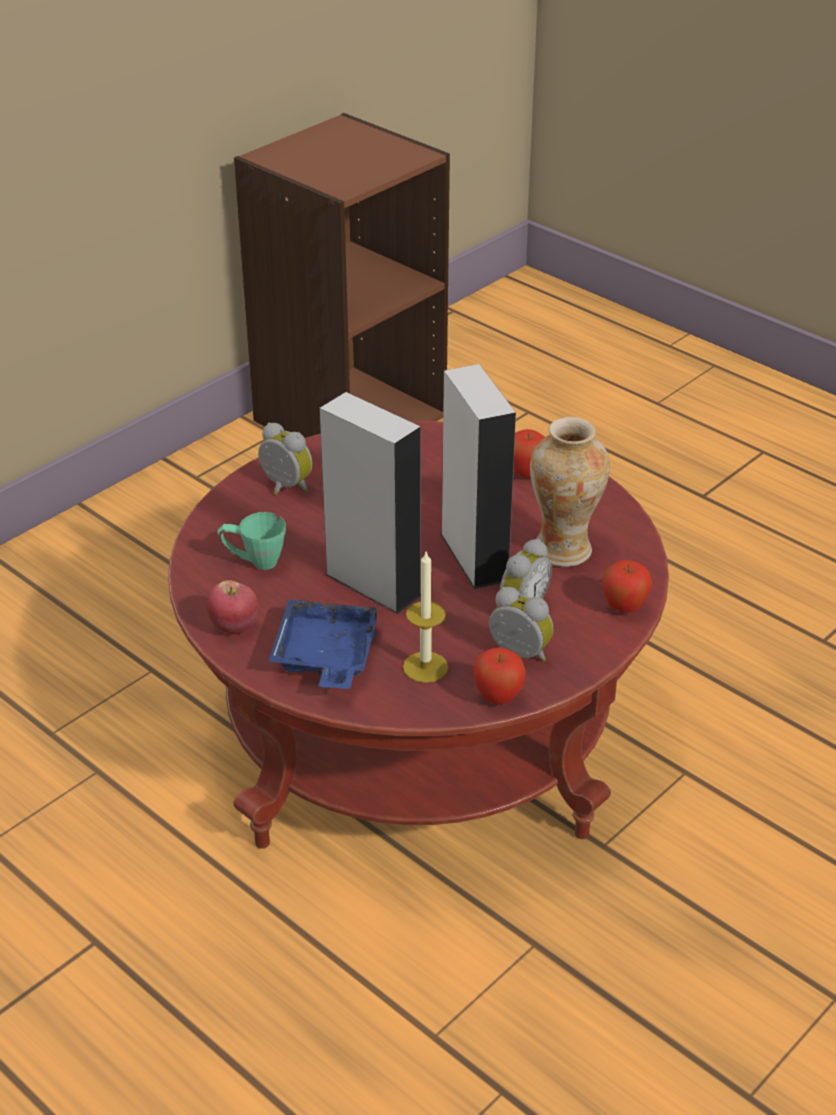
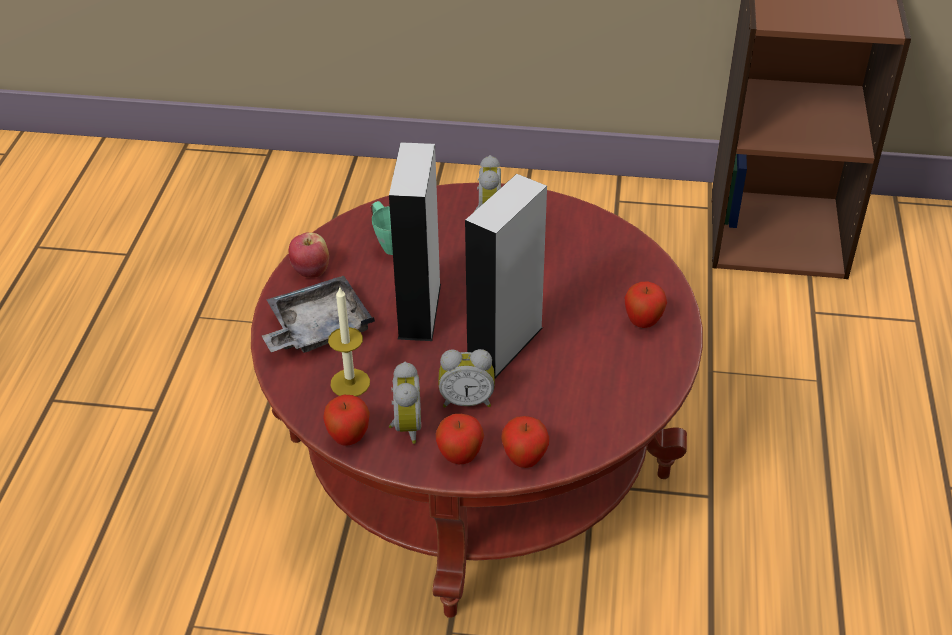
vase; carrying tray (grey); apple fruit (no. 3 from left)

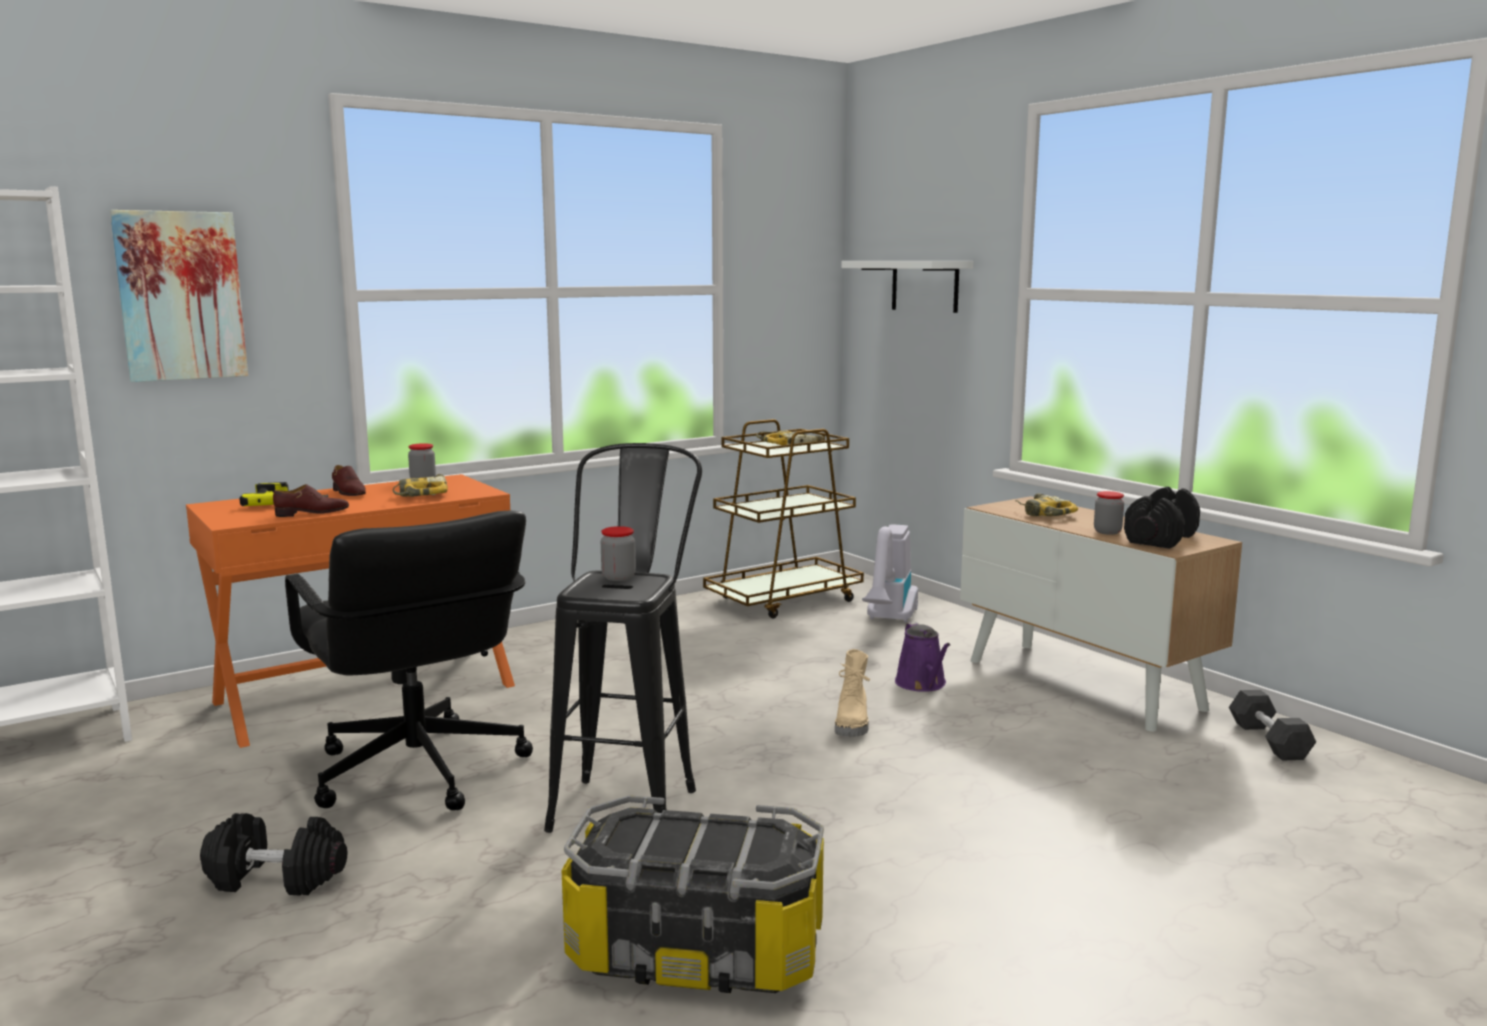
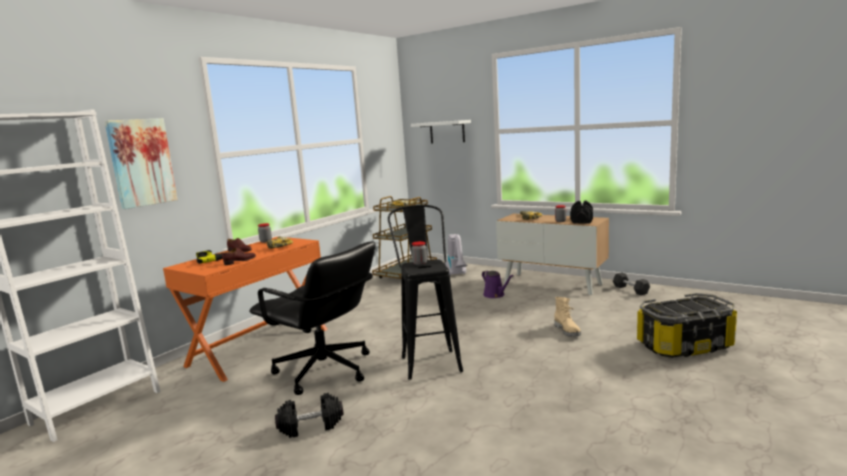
tall boot (sand-coloured); storage box

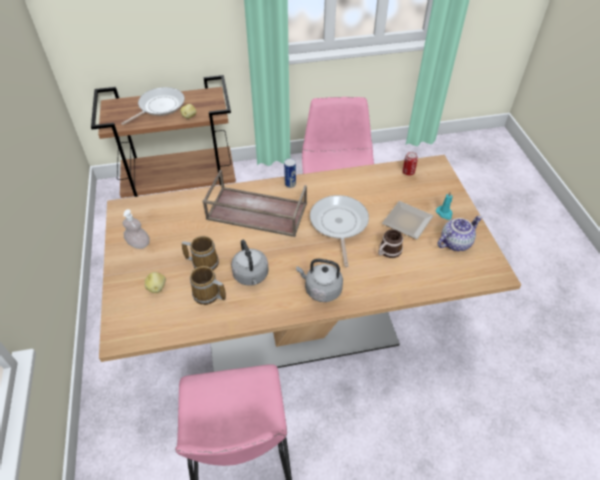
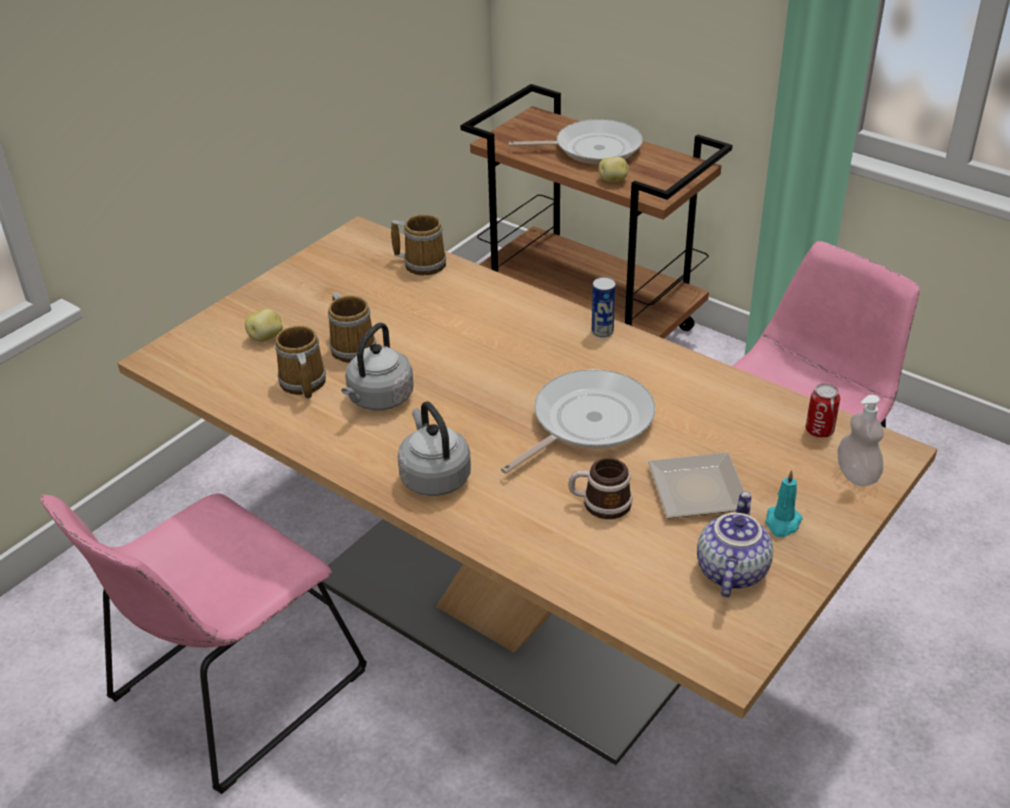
carrying tray (brown-coloured); soap bottle; pot for tea; coffee mug (no. 3 from left)

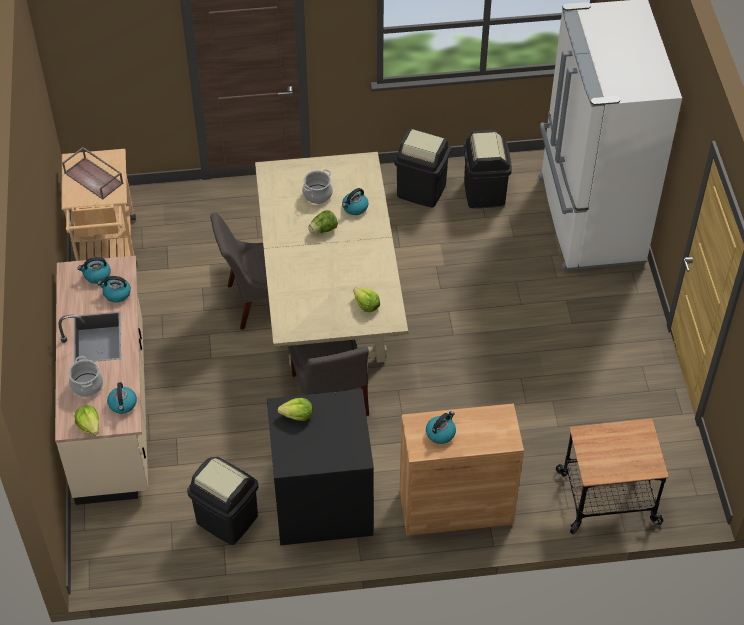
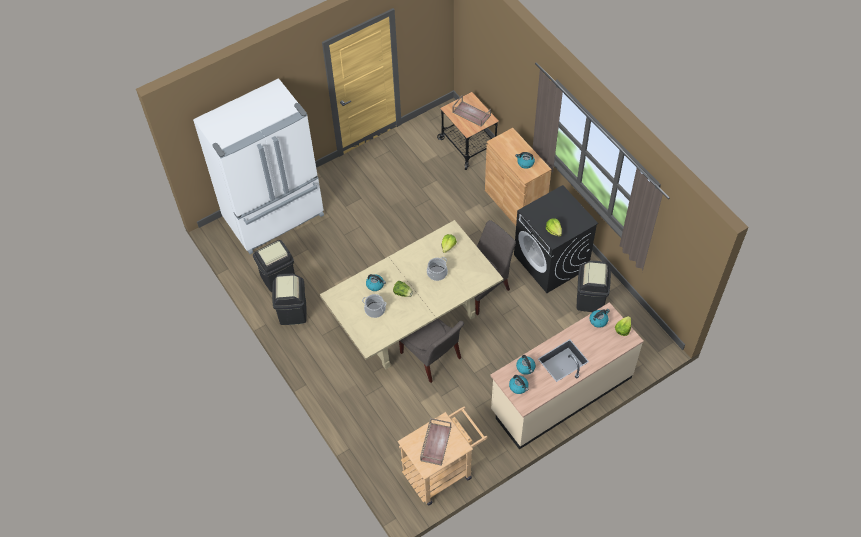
cooking pot (no. 2 from left); carrying tray (brown-coloured) (no. 2 from left)

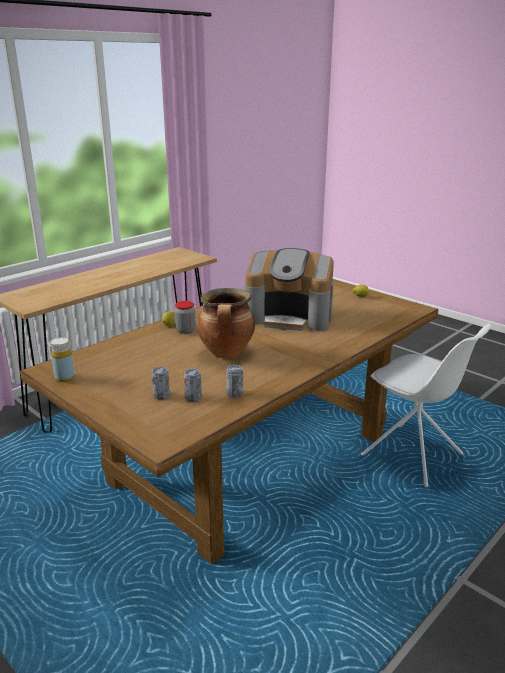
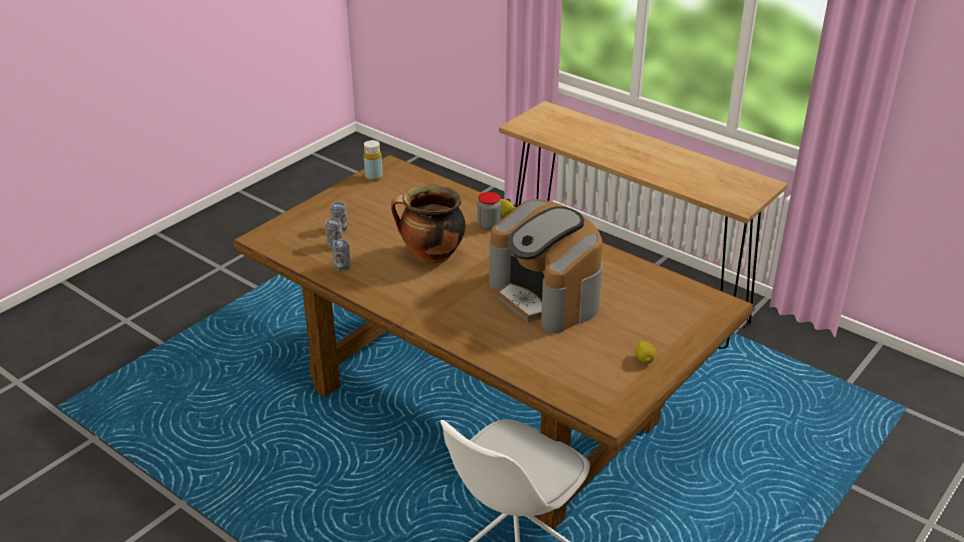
coffee brewer

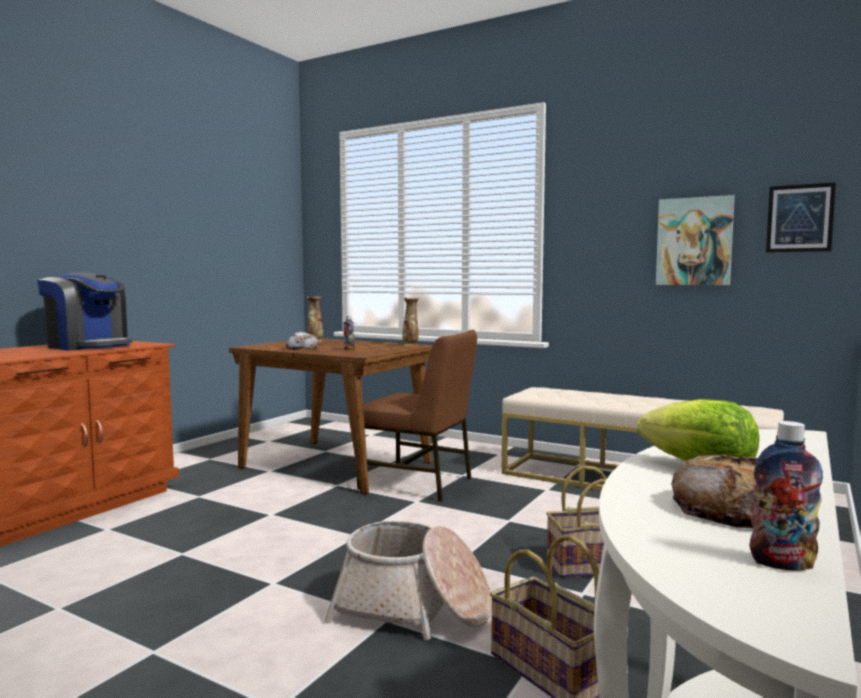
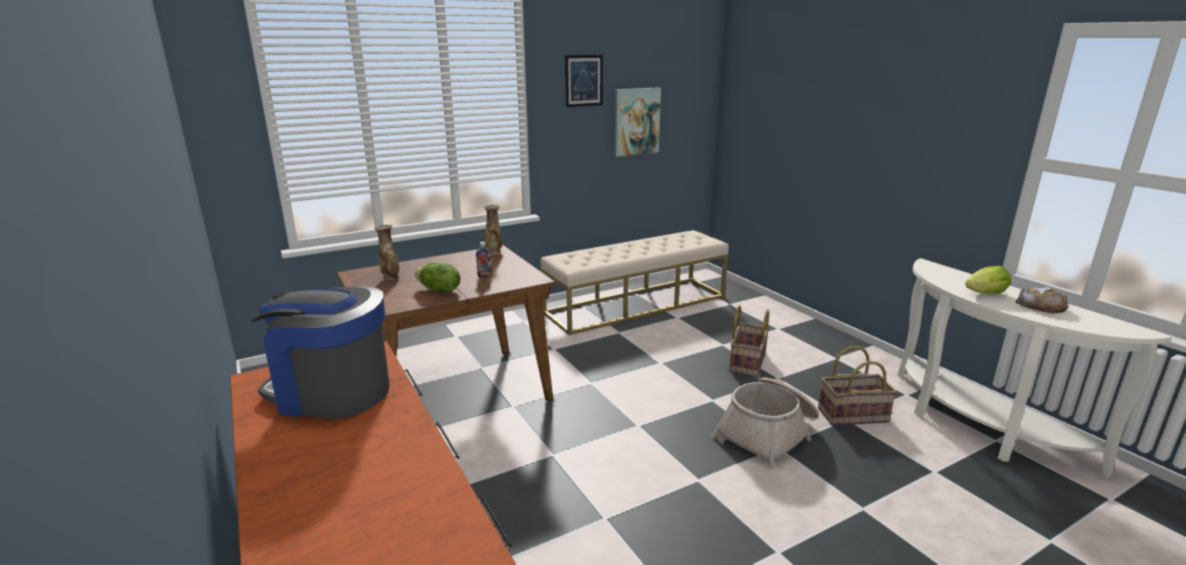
wall picture (no. 1 from left); coffee brewer; upright chair (brown-coloured); lettuce head (no. 1 from left); bottle (no. 2 from left in the first image)

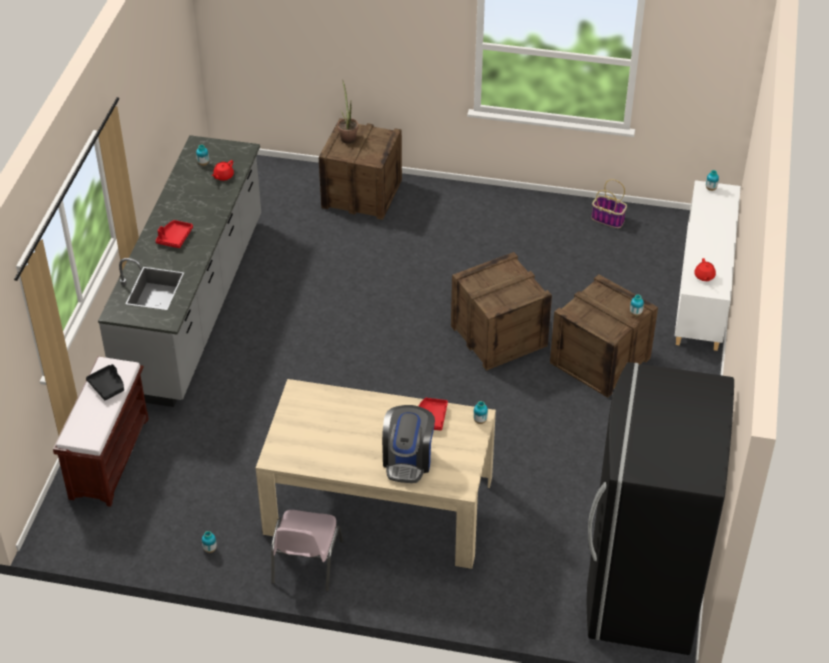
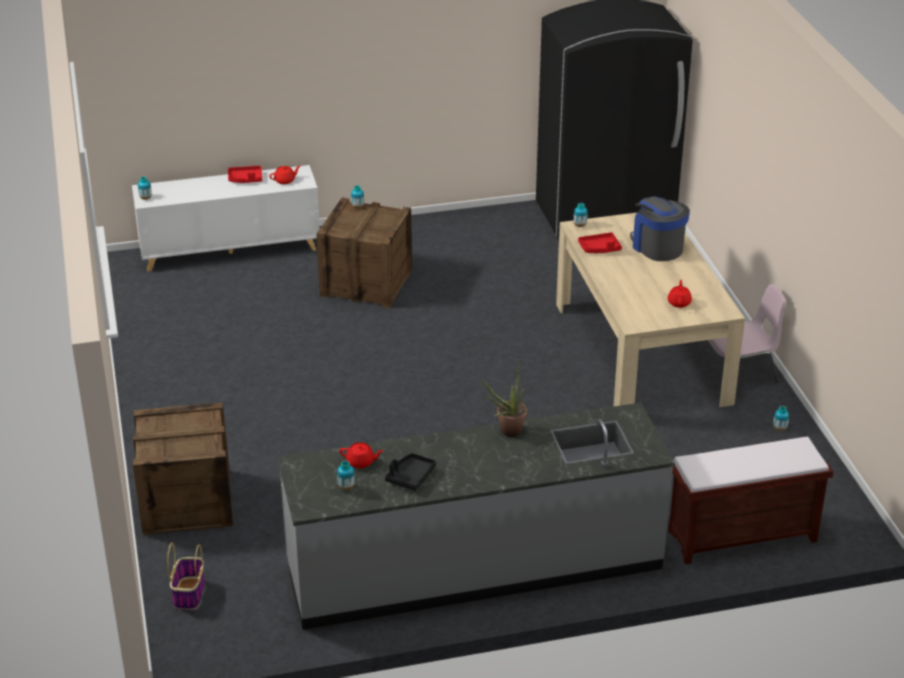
plant in a pot; storage basket; carrying tray (red) (no. 1 from left); shipping crate (no. 2 from left in the first image); carrying tray (blackish); coffee brewer; pot for tea (red) (no. 3 from left)

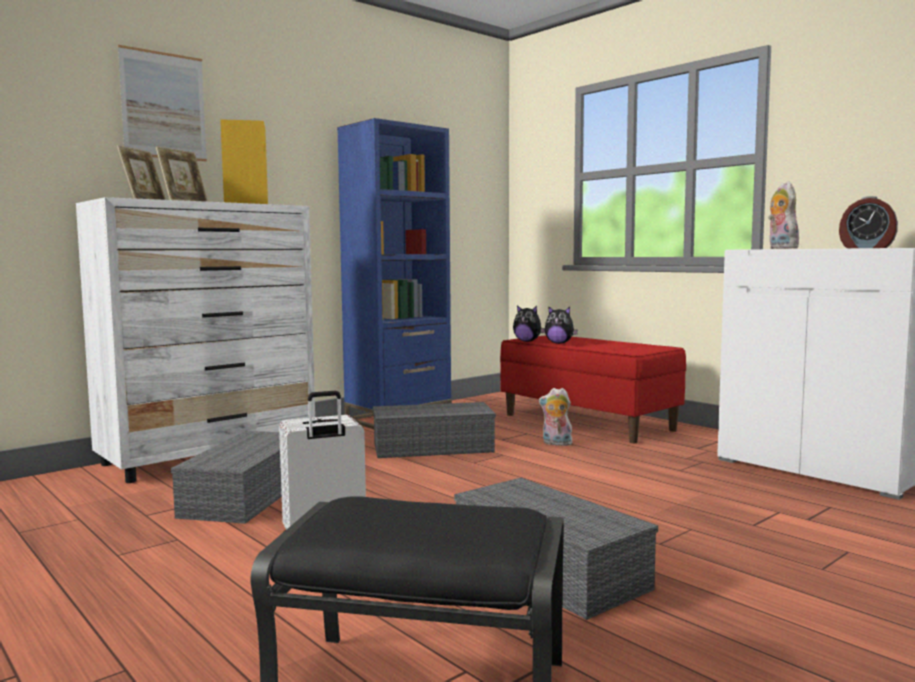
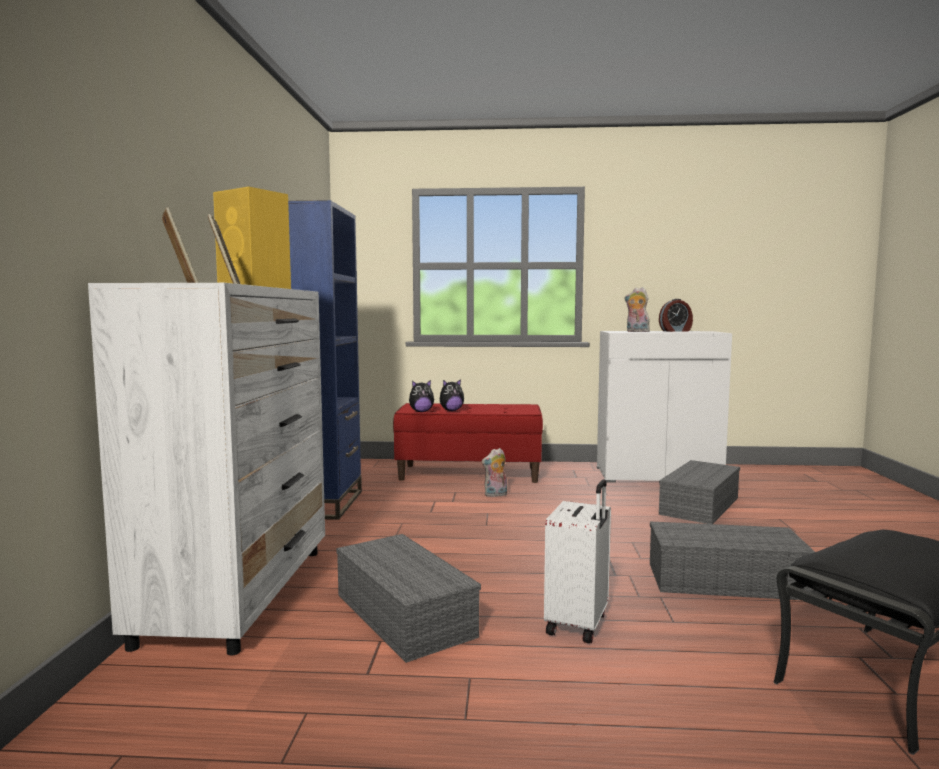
wall picture; storage box (grey) (no. 2 from left)

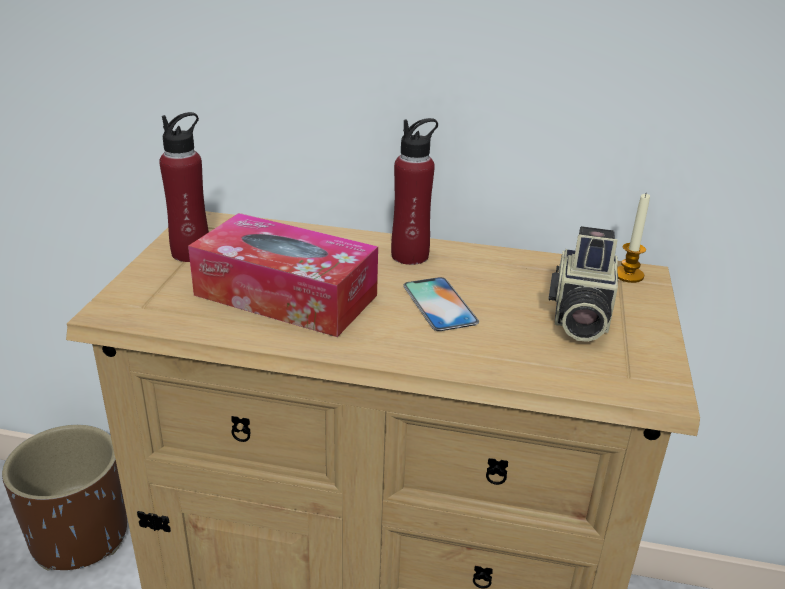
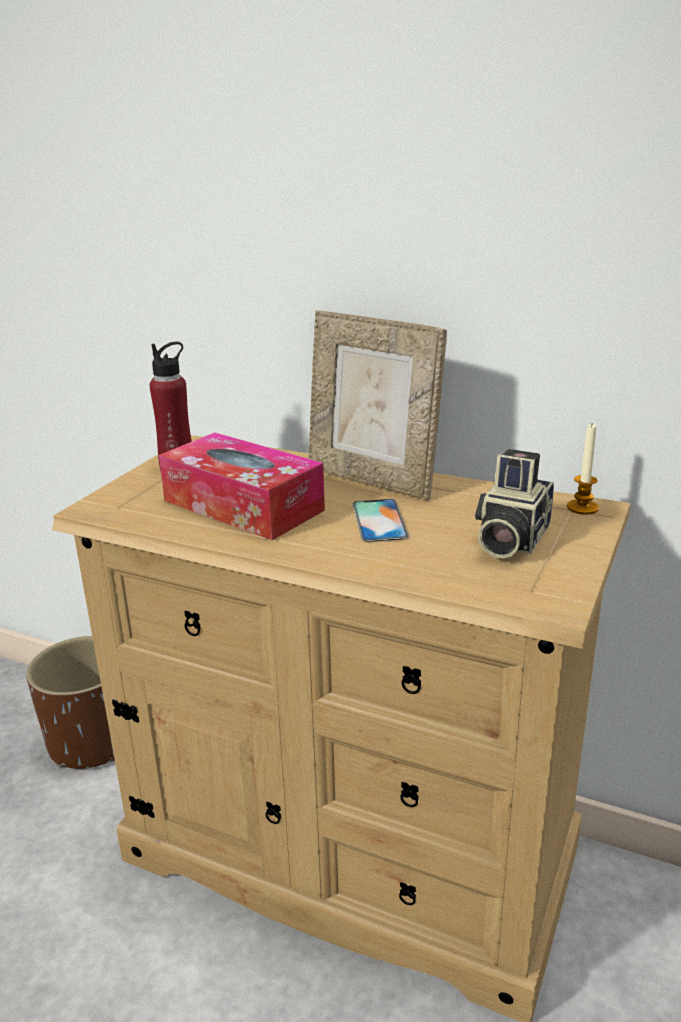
photo frame

